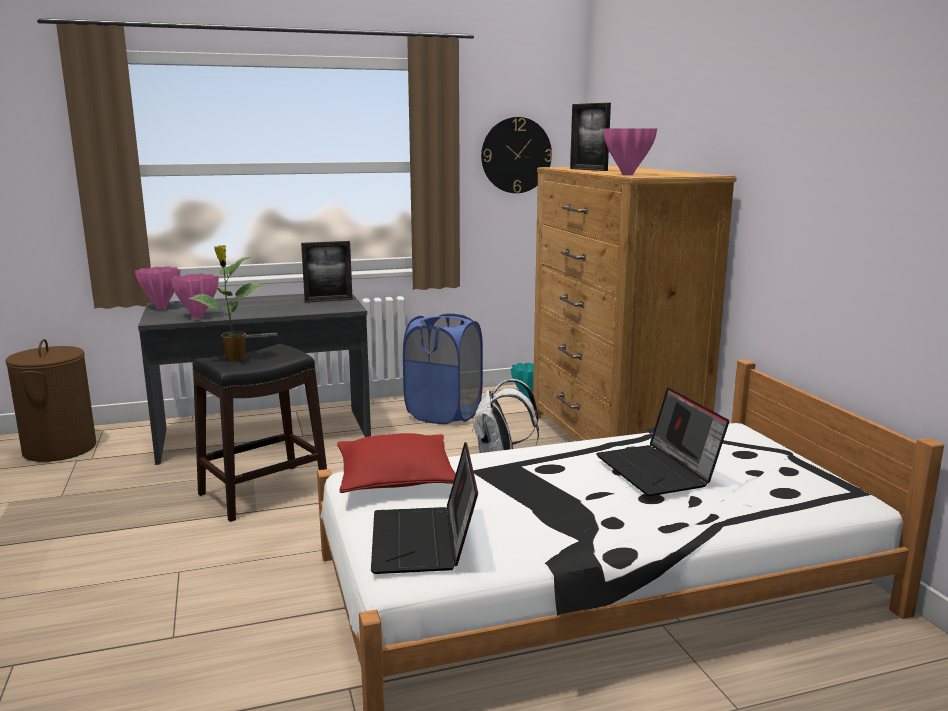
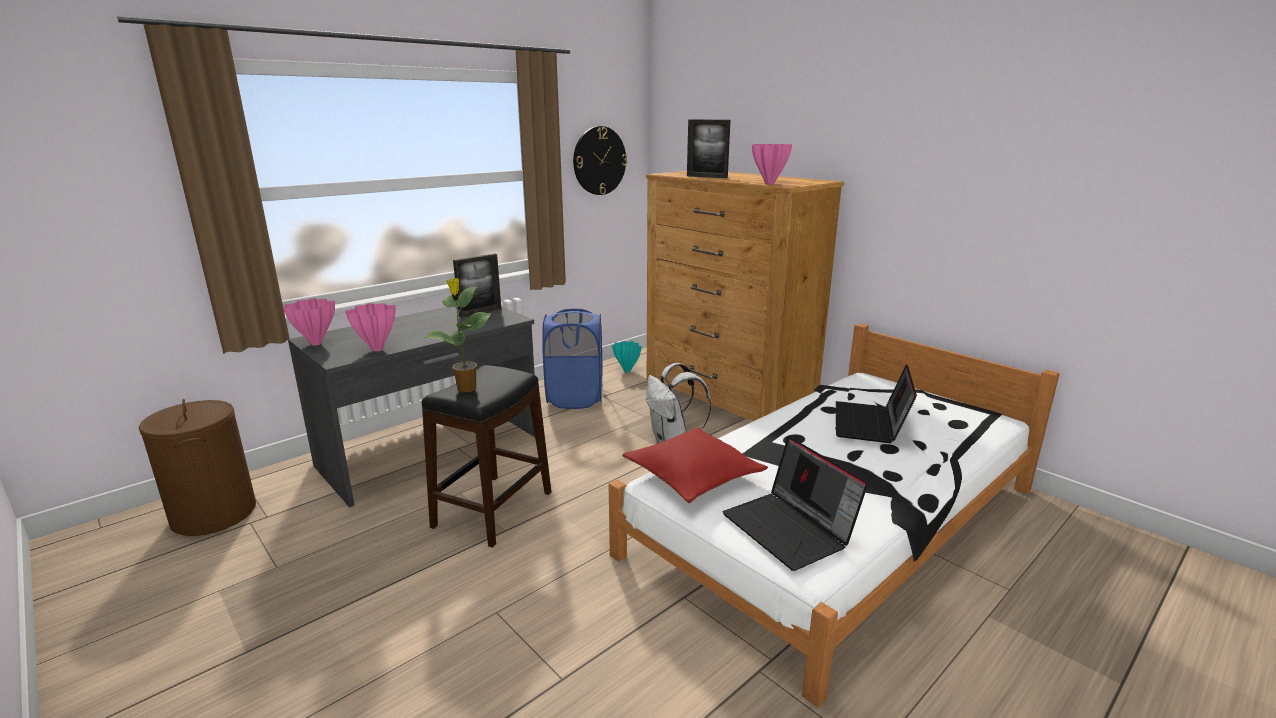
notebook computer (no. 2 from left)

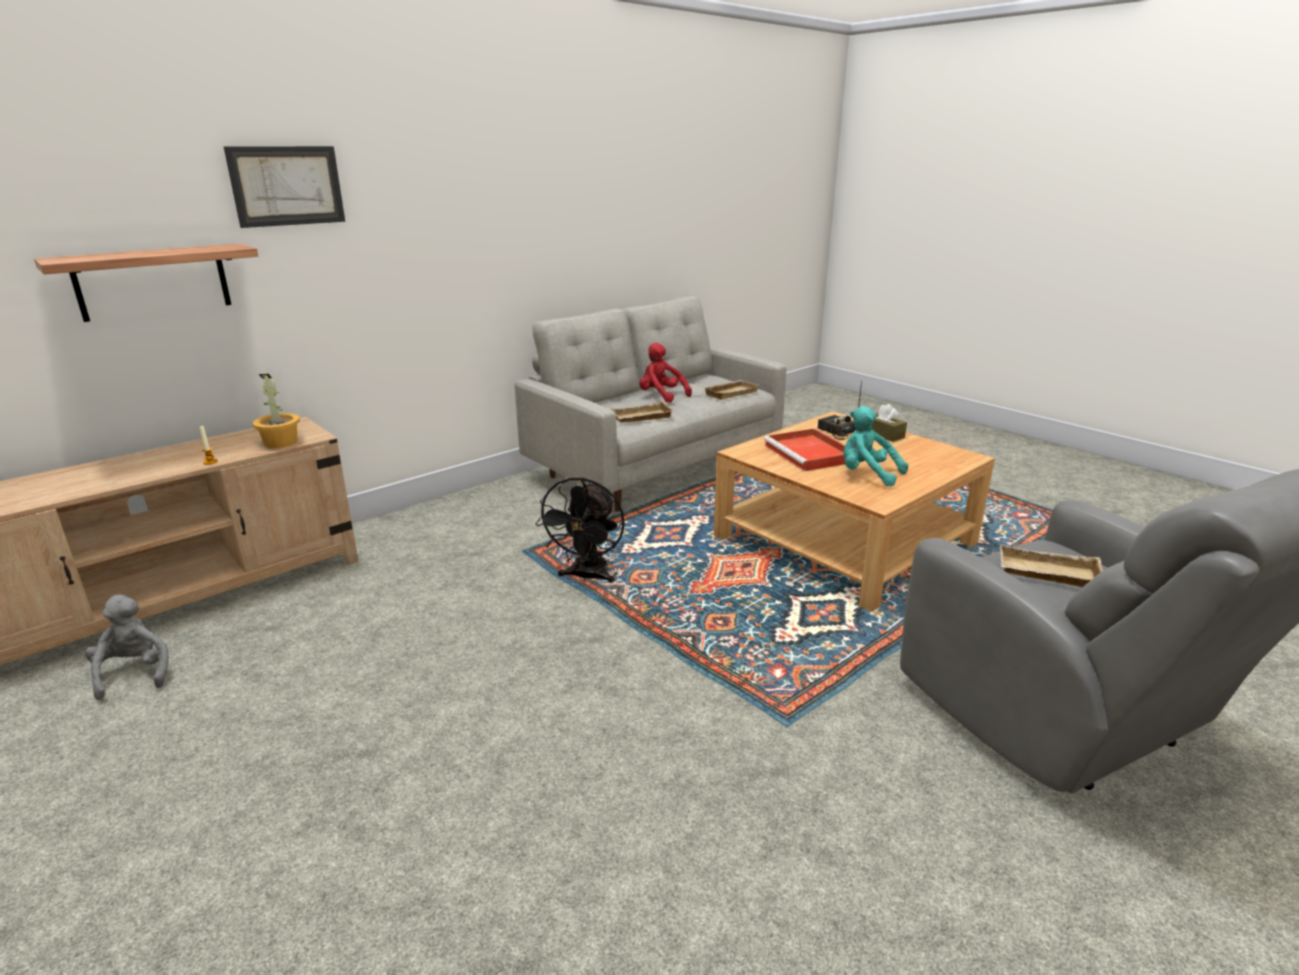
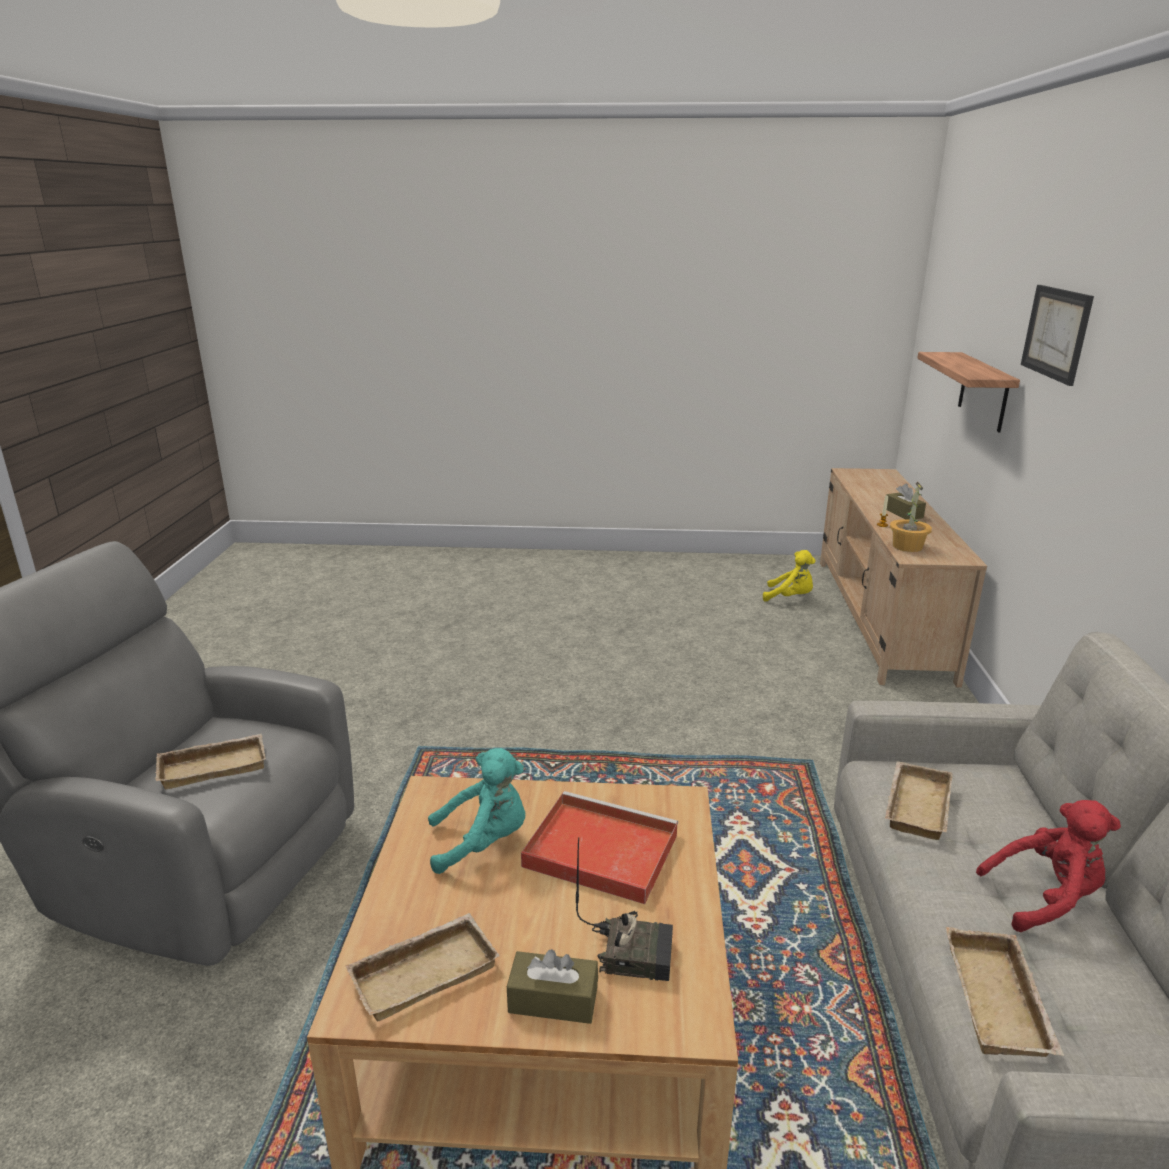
electric fan (blackish); soft toy (yellow-coloured); tissue box (brown-coloured) (no. 2 from left); carrying tray (sand-coloured) (no. 2 from left)

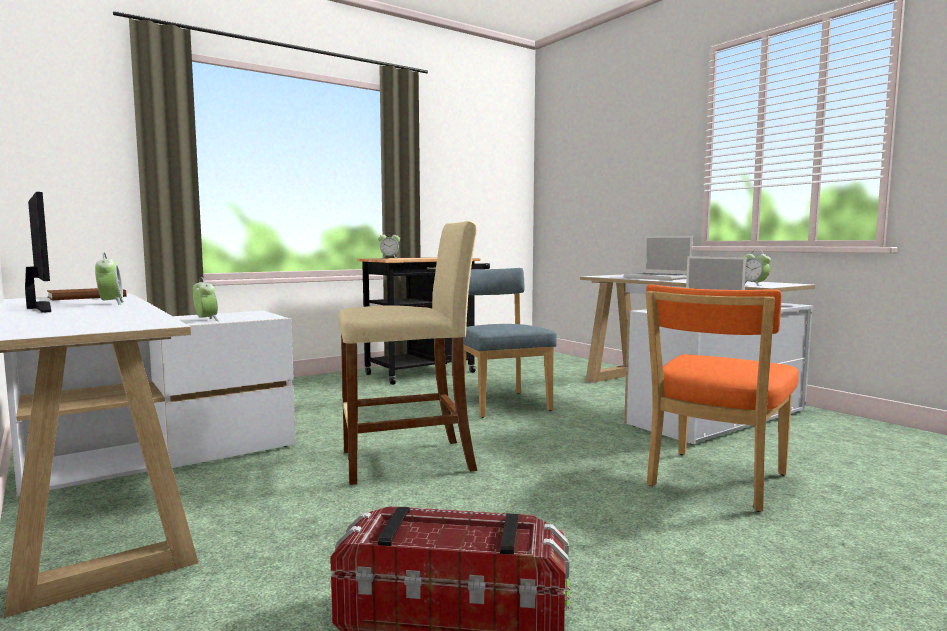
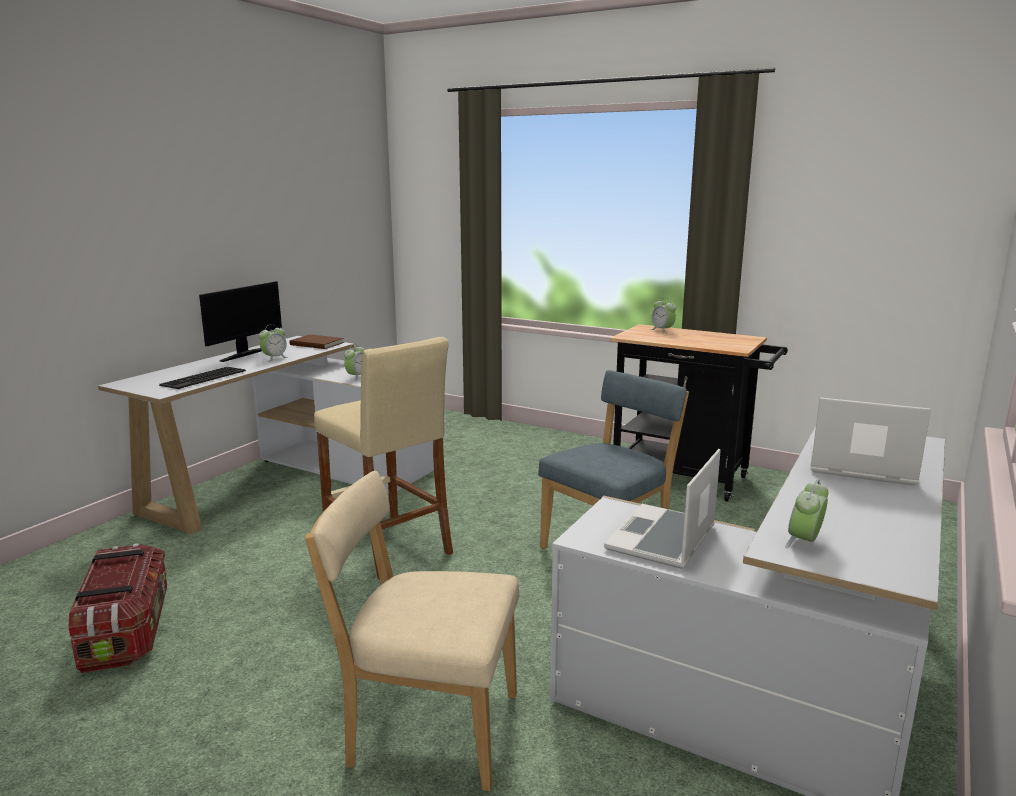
notebook computer (no. 2 from left); upright chair (sand-coloured); computer keyboard

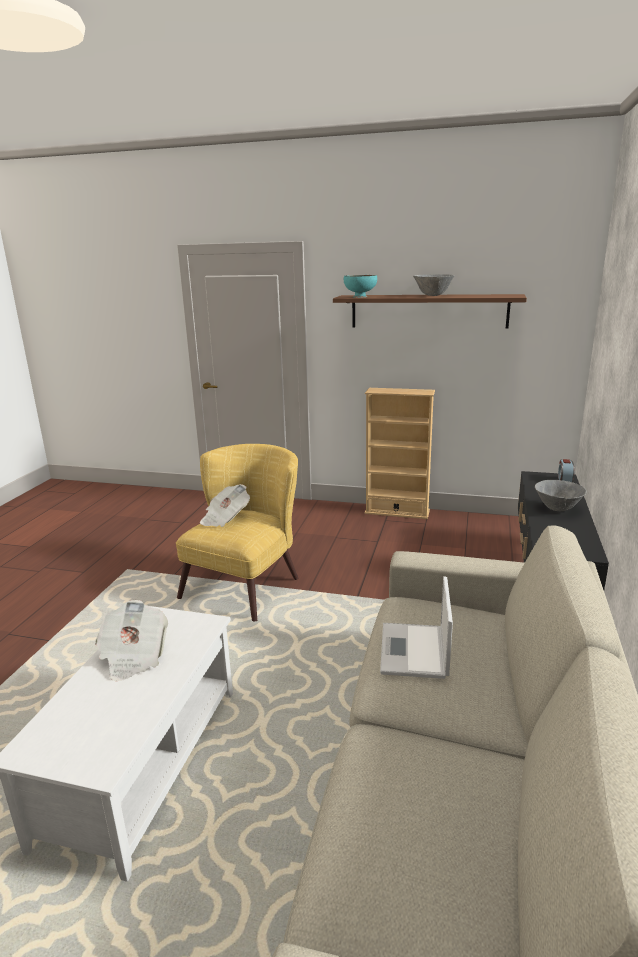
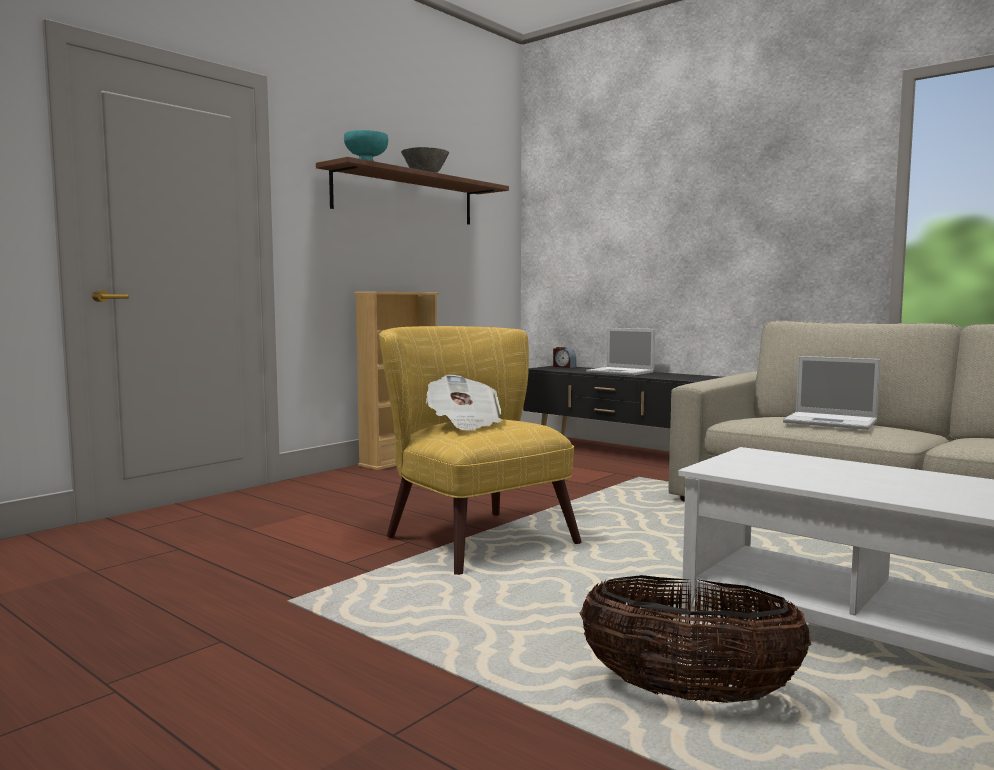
notebook computer (no. 1 from left); daily paper (no. 1 from left in the first image); storage basket

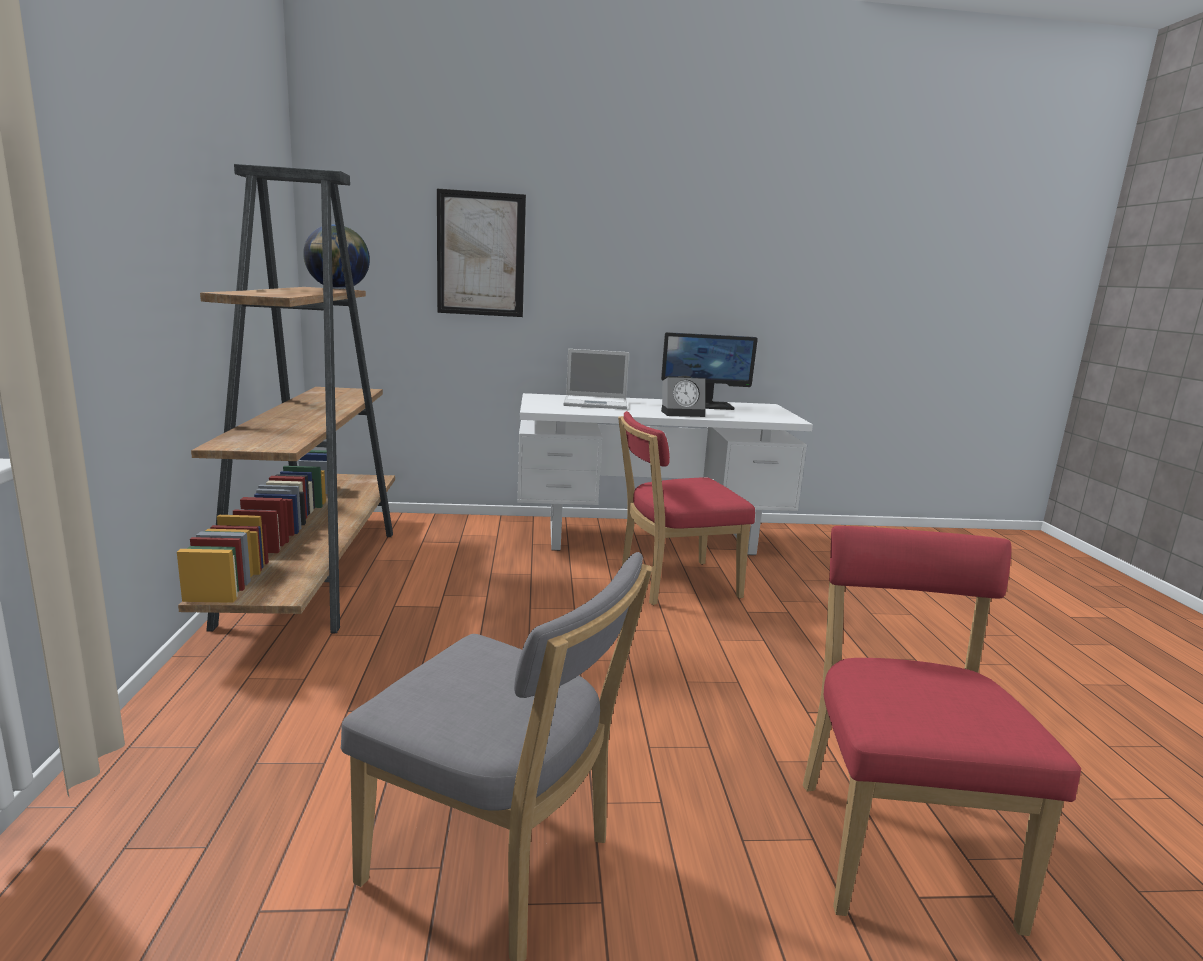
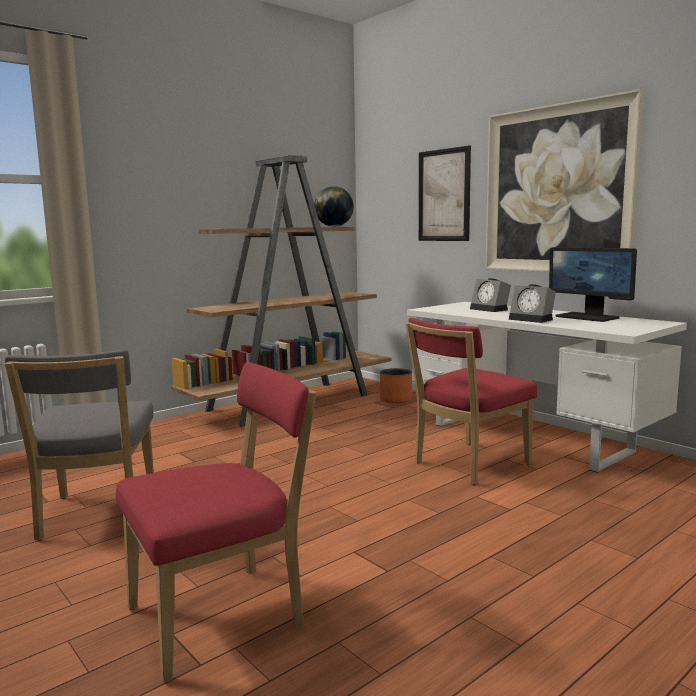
table clock (no. 1 from left); upright chair (red) (no. 2 from left); wall picture (no. 2 from left); plant pot (orange-coloured)

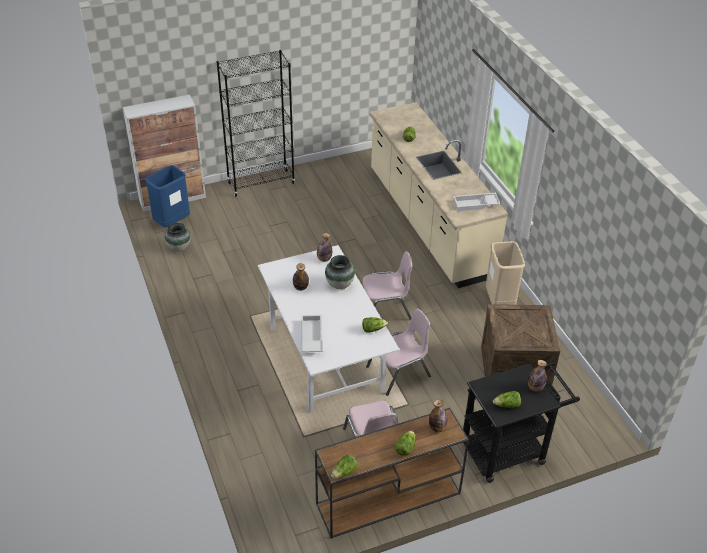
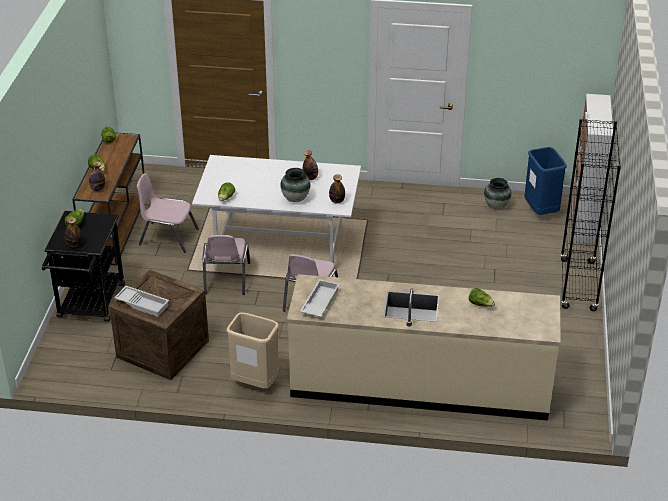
carrying tray (white-coloured) (no. 1 from left)

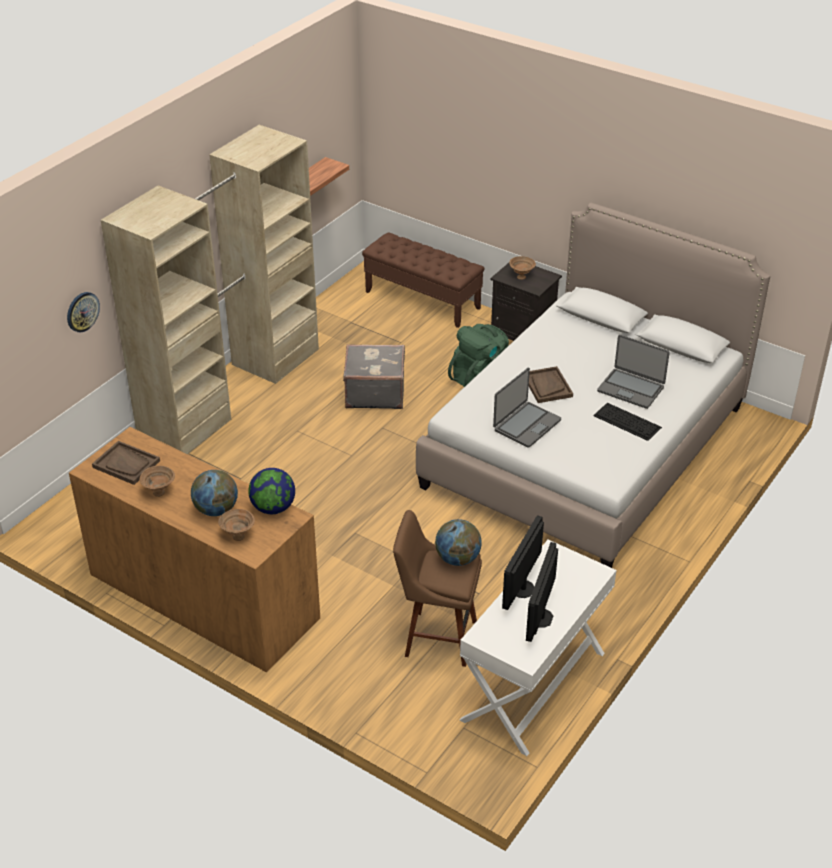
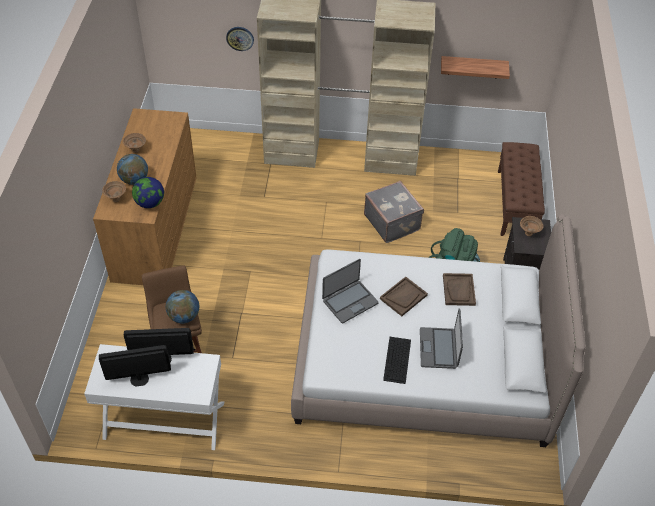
notebook computer (no. 1 from left); carrying tray (brown-coloured) (no. 2 from left)

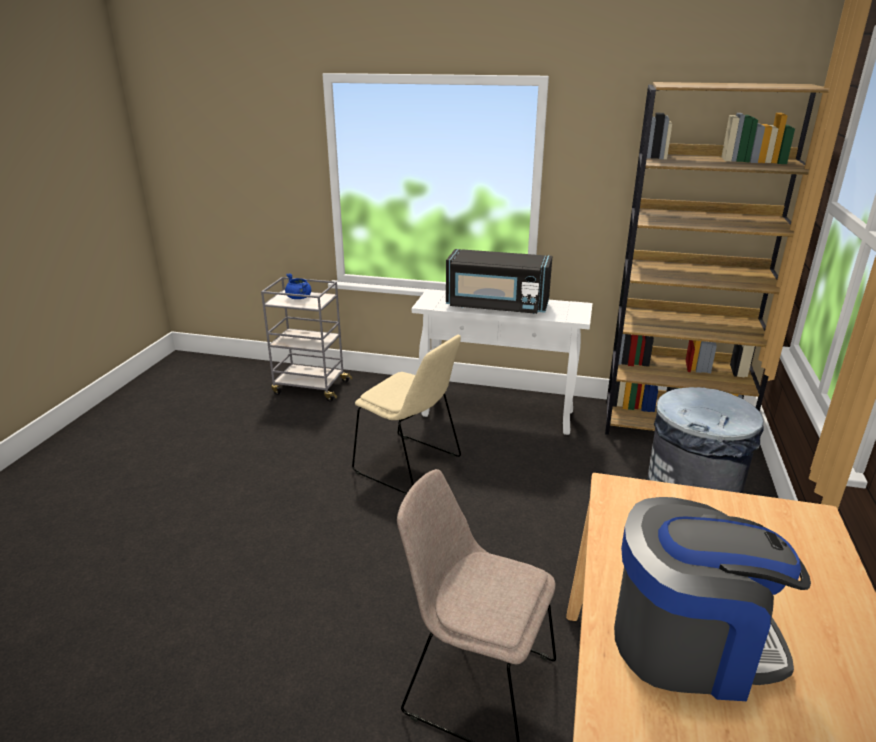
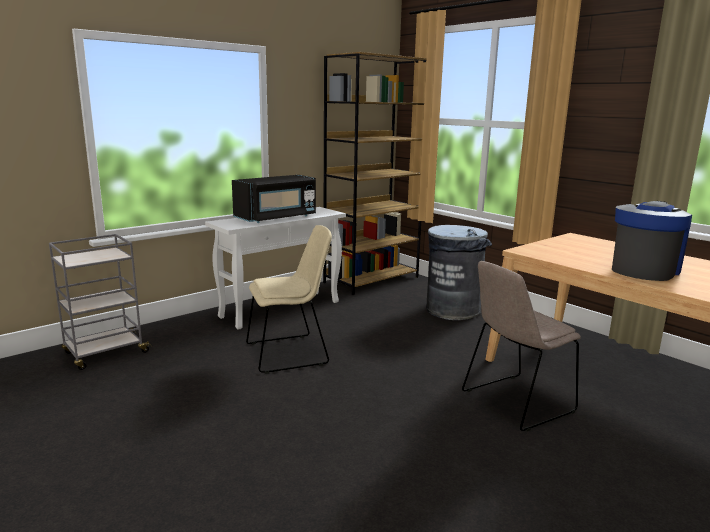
cooking pot (bluish)

